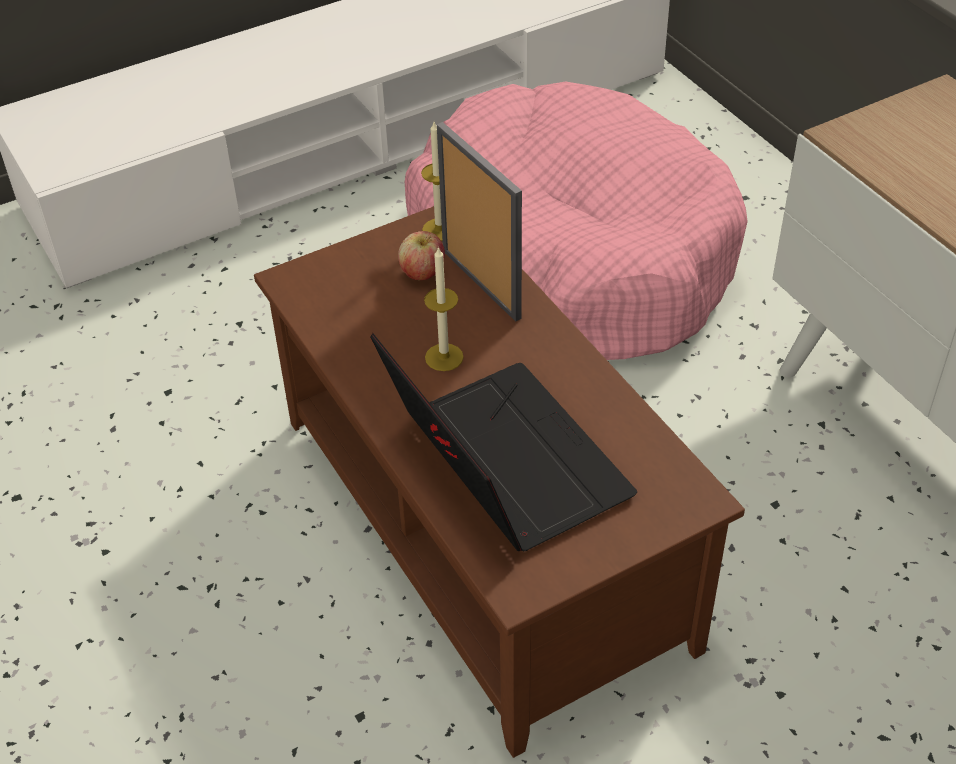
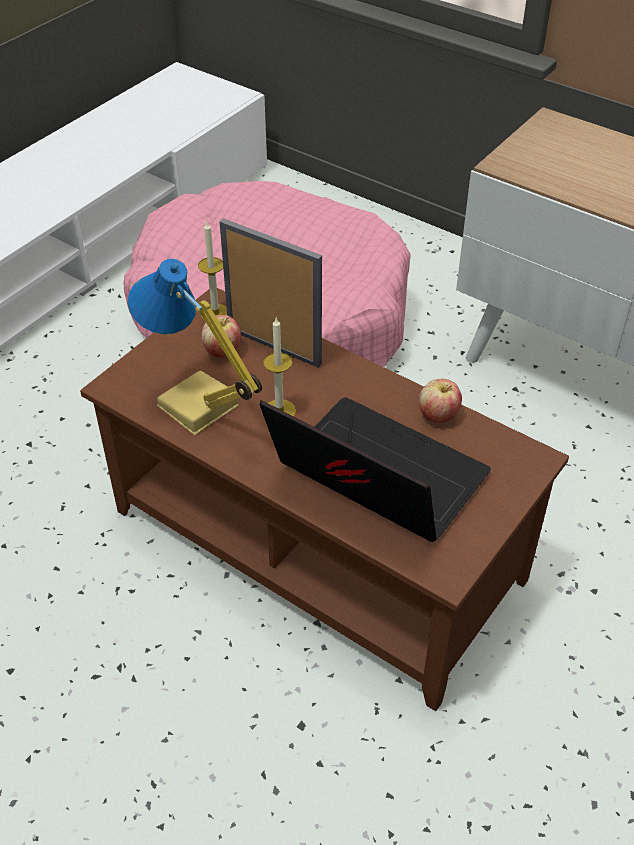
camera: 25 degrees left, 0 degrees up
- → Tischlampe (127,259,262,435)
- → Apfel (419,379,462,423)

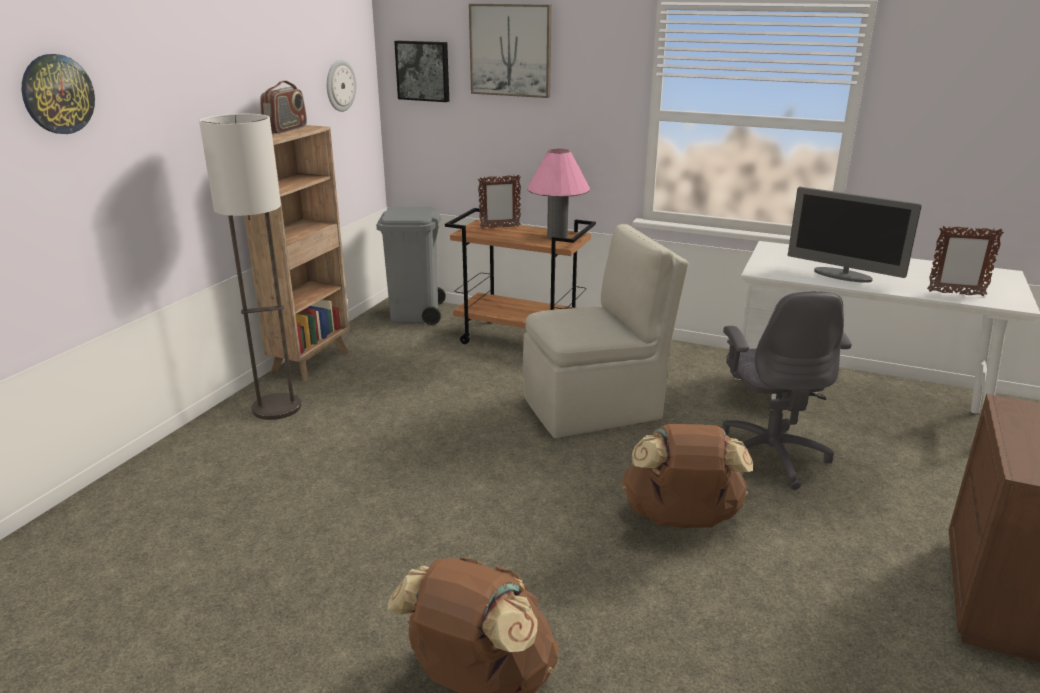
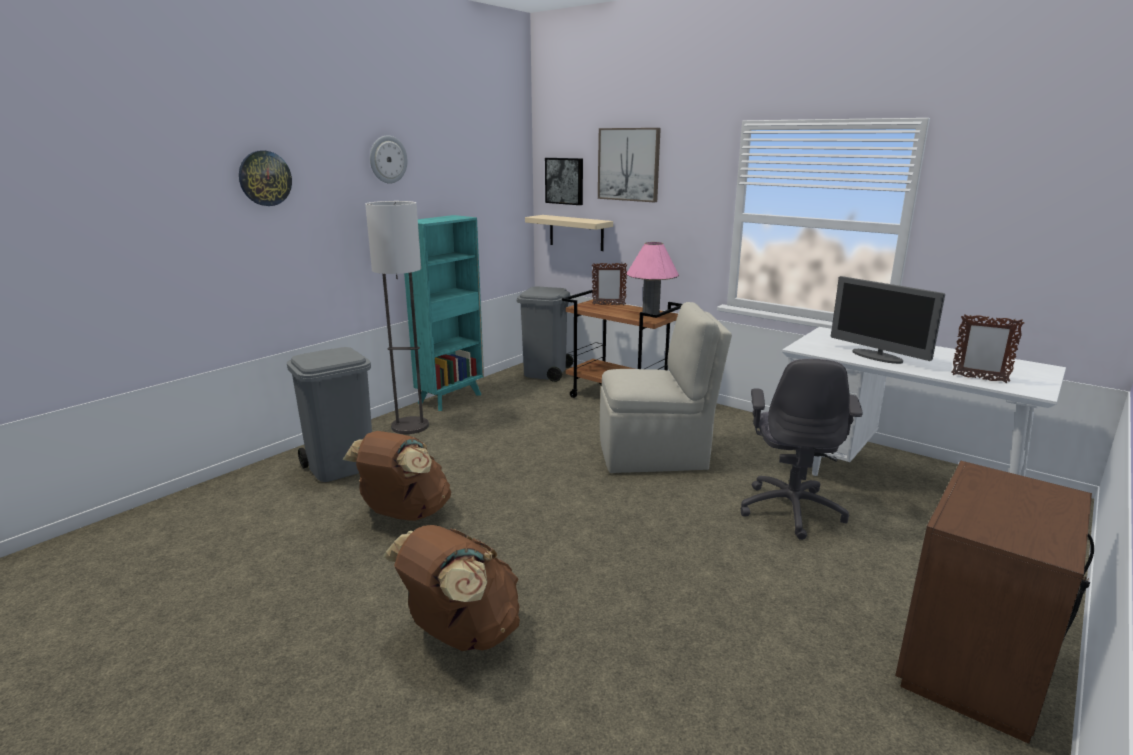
camera: 15 degrees right, 5 degrees down
Bücherregal (braun) (244,125,350,381) → Bücherregal (türkis) (404,215,484,411)
Radio (260,80,307,133) → -
Wanduhr (327,59,356,112) → Wanduhr (370,135,407,184), relocated
Rucksack (braun) (622,424,753,528) → Rucksack (braun) (342,431,451,521), relocated
- → Mülleimer (grau) (287,347,372,482)
- → Wandregal (beige) (525,215,613,251)

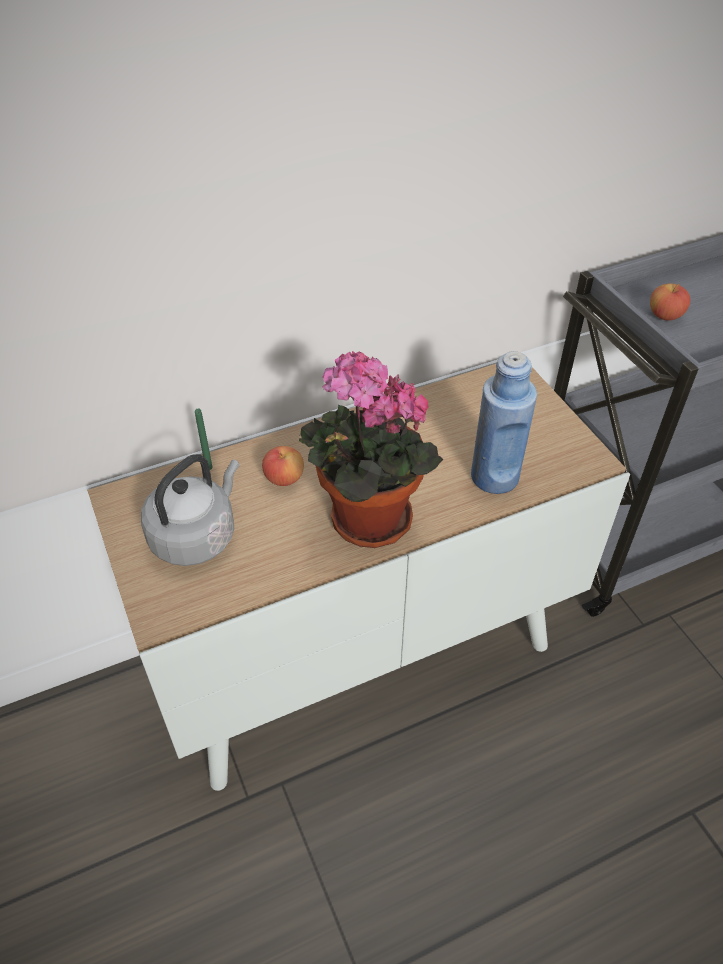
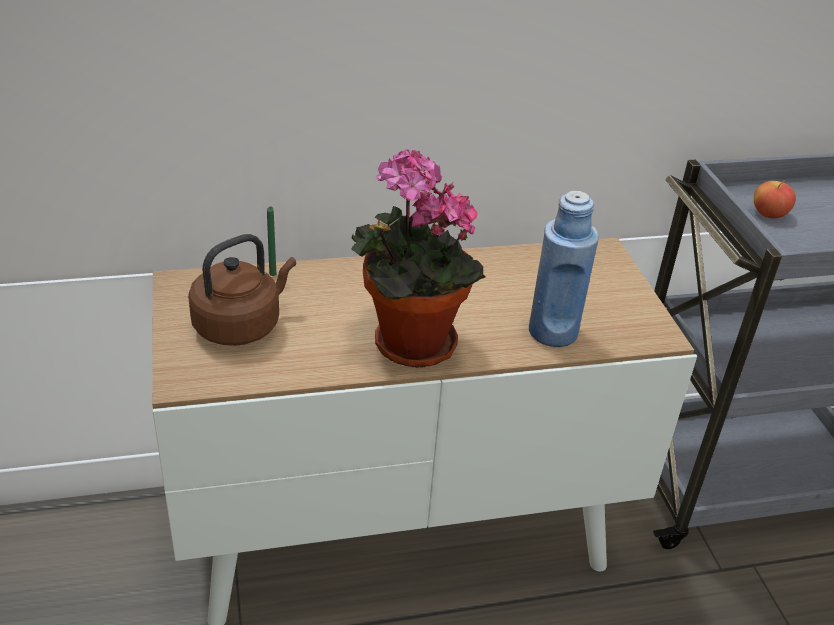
camera: 10 degrees right, 10 degrees down
Wasserkessel (grau) (141,454,240,566) → Wasserkessel (braun) (188,234,296,346)
Apfel (262,446,304,486) → -

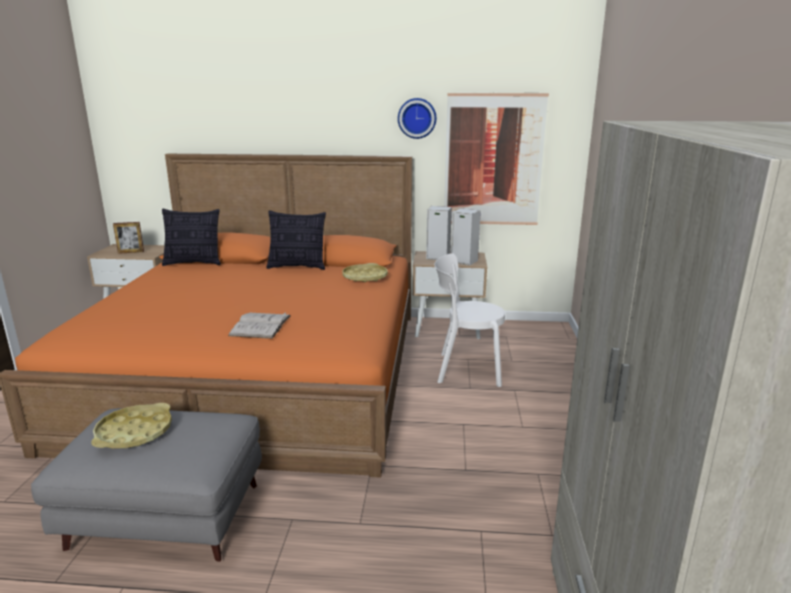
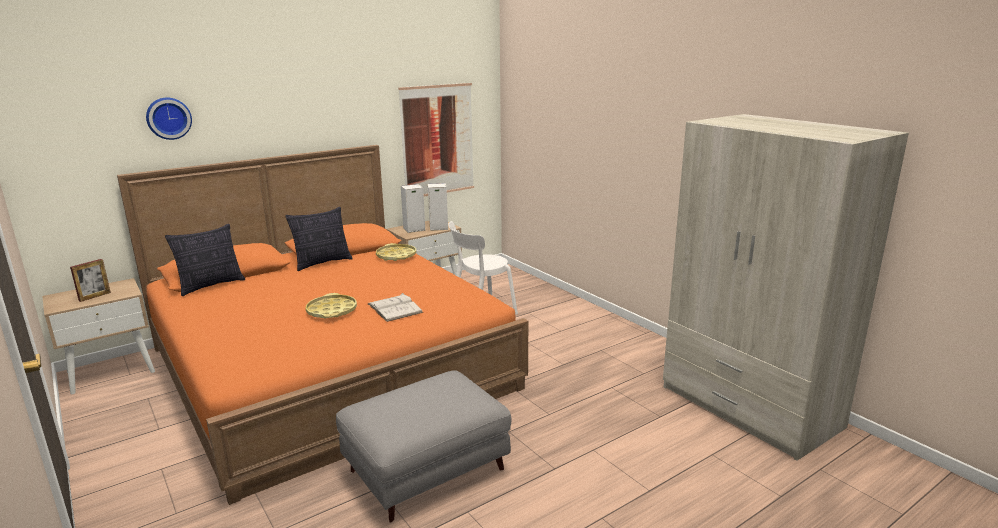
camera: 40 degrees left, 0 degrees up
Tablett (gelb) (91,403,172,449) → Tablett (gelb) (306,293,357,318), relocated
Wanduhr (398,98,436,139) → Wanduhr (146,97,192,140), relocated

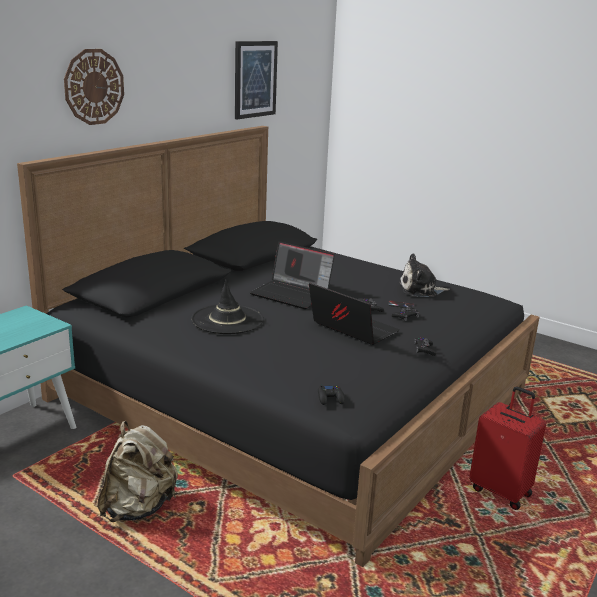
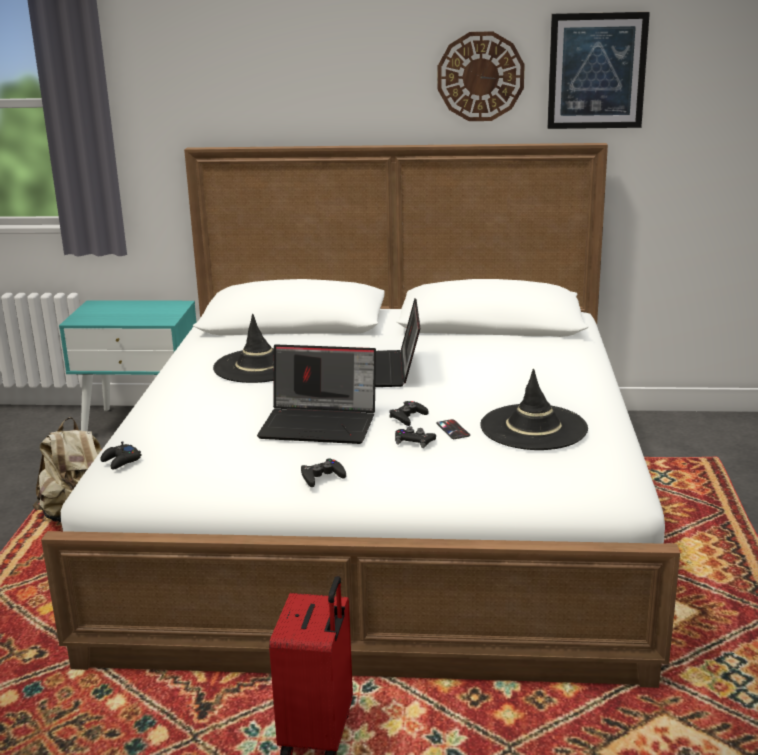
camera: 60 degrees right, 0 degrees up
Bett (schwarz) (17,126,540,567) → Bett (weiß) (41,143,680,688)
Wanduhr (64,49,124,125) → Wanduhr (438,31,525,121), relocated
Laptop (309,283,400,345) → Laptop (257,344,376,444), 90 degrees clockwise
Plüschtier (399,254,450,297) → Hut (schwarz) (480,369,588,450)

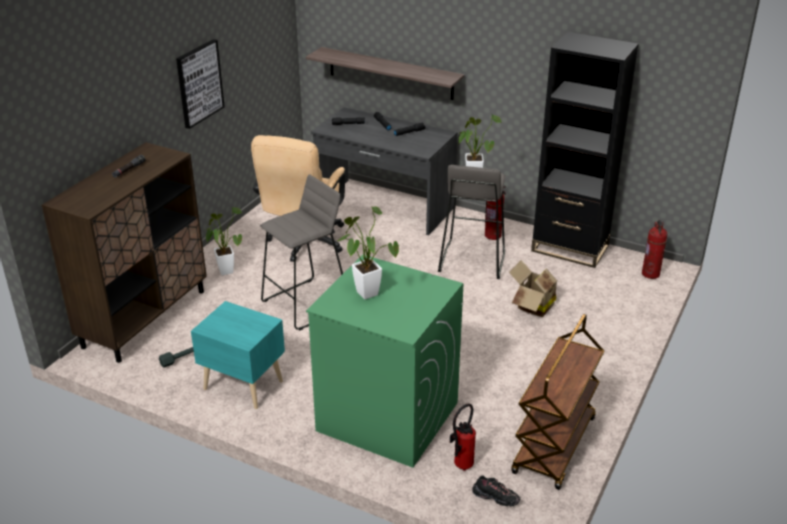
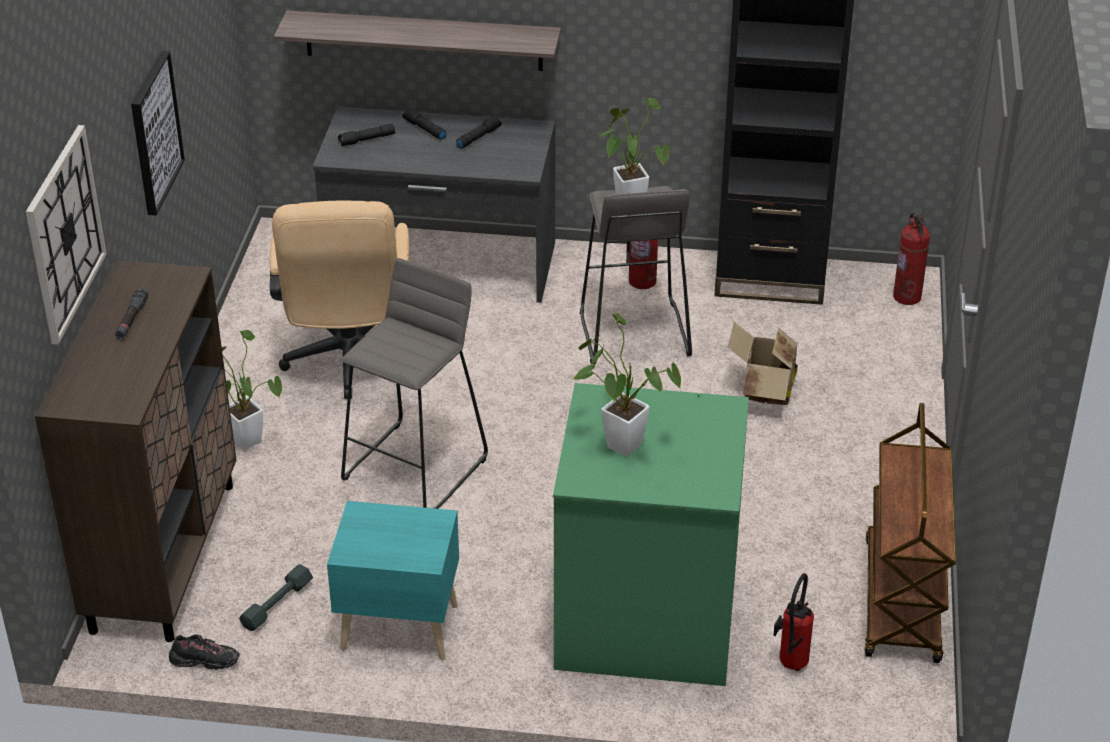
camera: 20 degrees left, 5 degrees up
Schuh (schwarz) (472,476,520,506) → Schuh (schwarz) (169,634,240,670), relocated
- → Wanduhr (26,125,107,345)

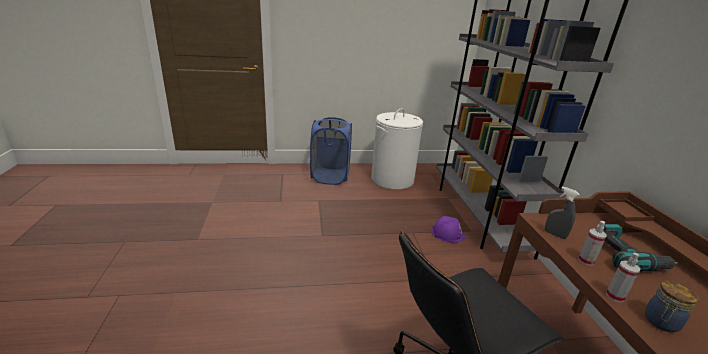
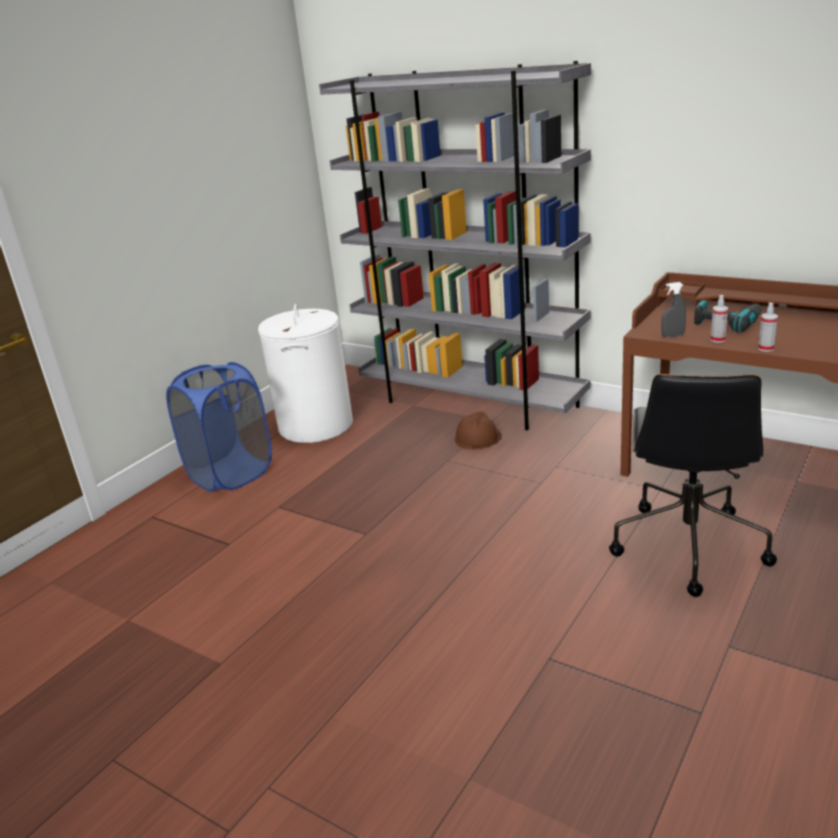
camera: 45 degrees left, 0 degrees up
Schutzhelm (lila) (432,216,465,243) → Schutzhelm (braun) (455,411,502,449)
Vorratsglas (645,281,699,332) → -

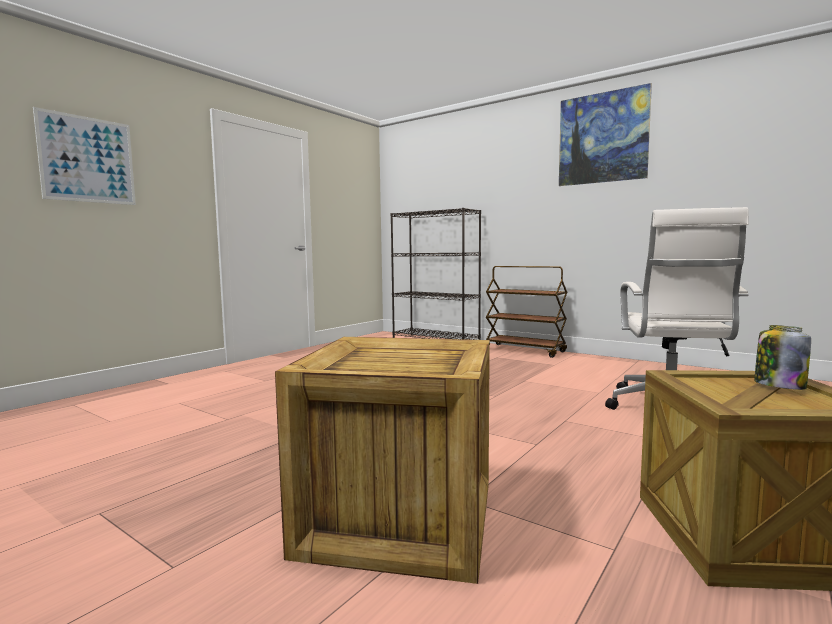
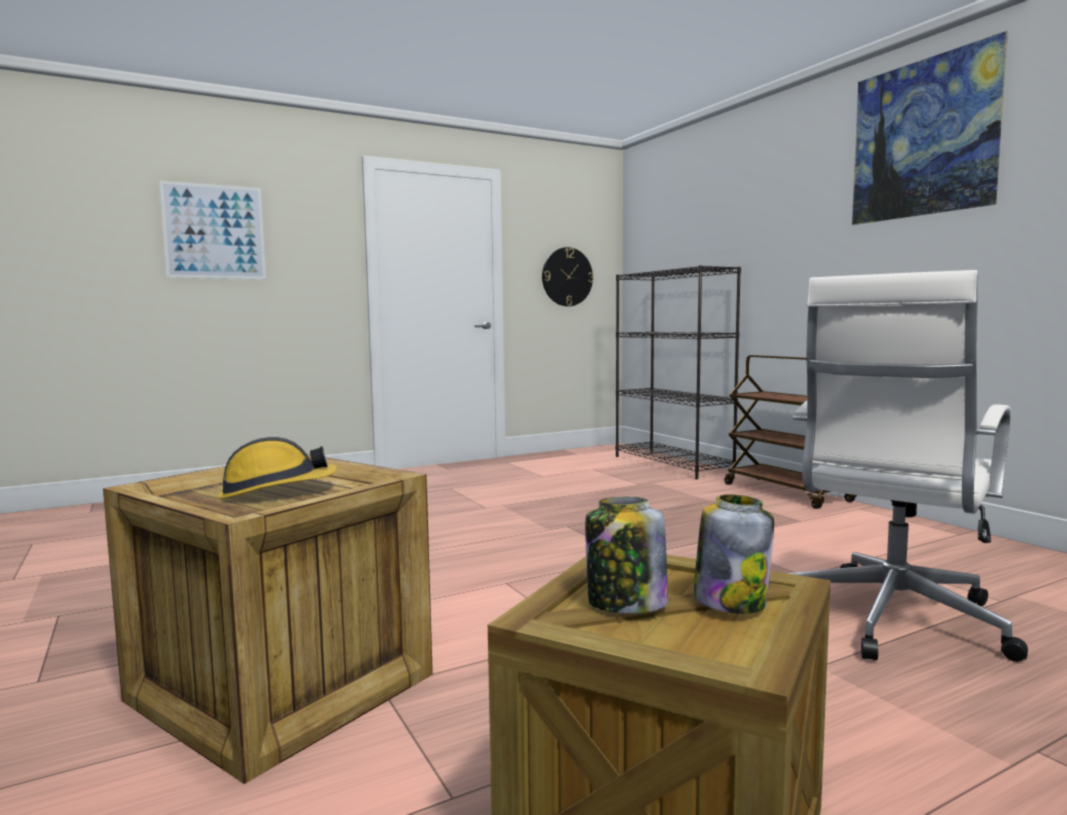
camera: 25 degrees right, 0 degrees up
- → Schutzhelm (218,437,337,499)
- → Wanduhr (542,247,594,306)
- → Vorratsglas (585,497,668,613)

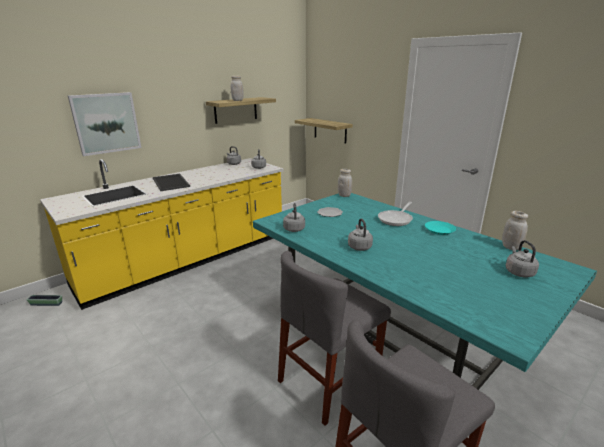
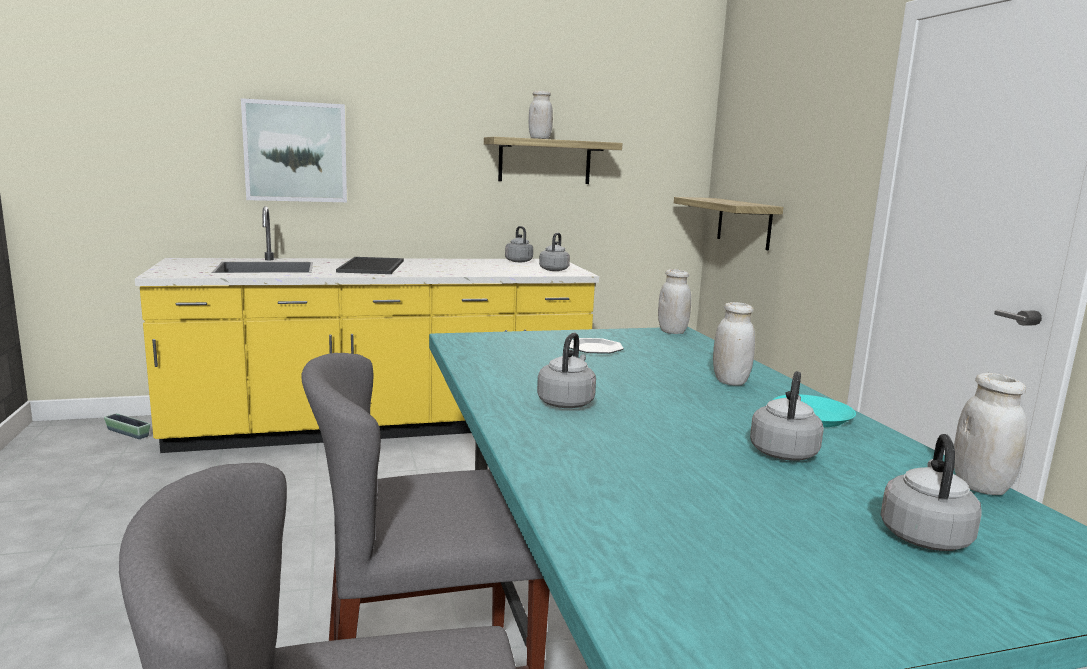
camera: 25 degrees right, 10 degrees down
Wasserkessel (grau) (283,203,305,232) → Wasserkessel (grau) (750,371,824,461), relocated
Pfanne (378,202,413,226) → Vorratsglas (weiß) (713,302,755,386)

